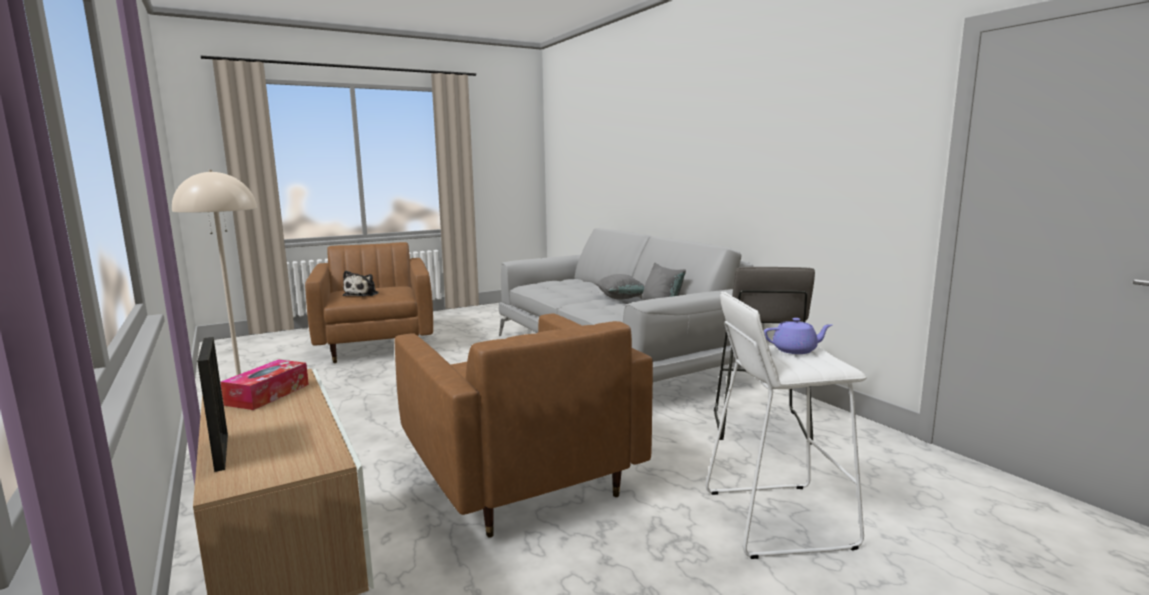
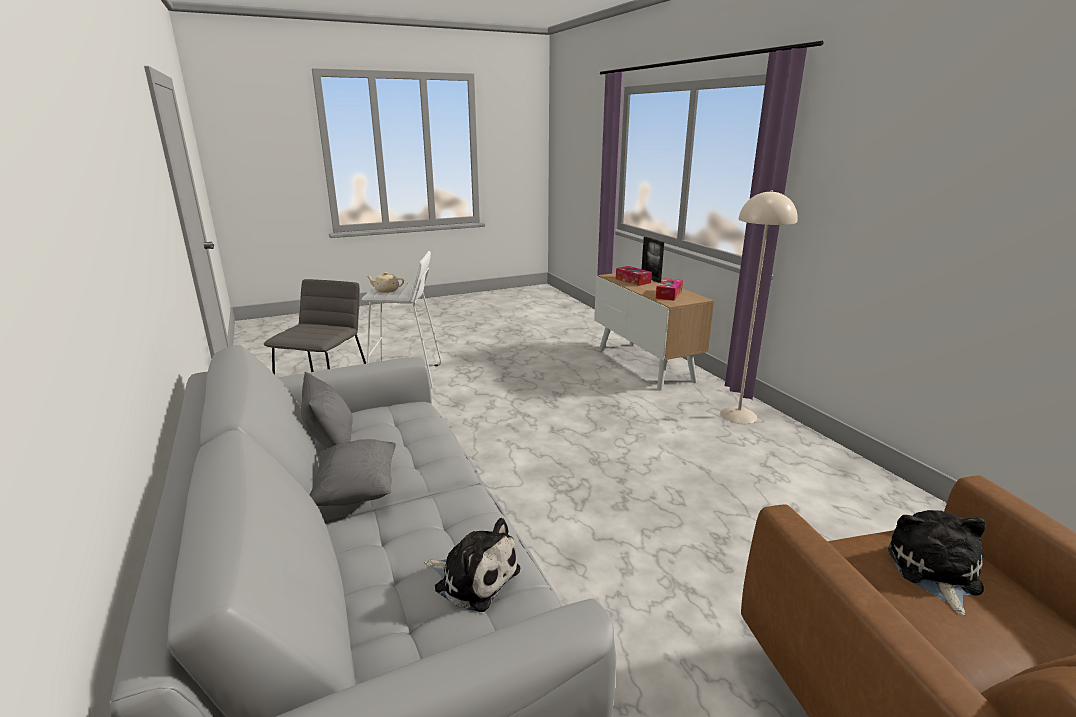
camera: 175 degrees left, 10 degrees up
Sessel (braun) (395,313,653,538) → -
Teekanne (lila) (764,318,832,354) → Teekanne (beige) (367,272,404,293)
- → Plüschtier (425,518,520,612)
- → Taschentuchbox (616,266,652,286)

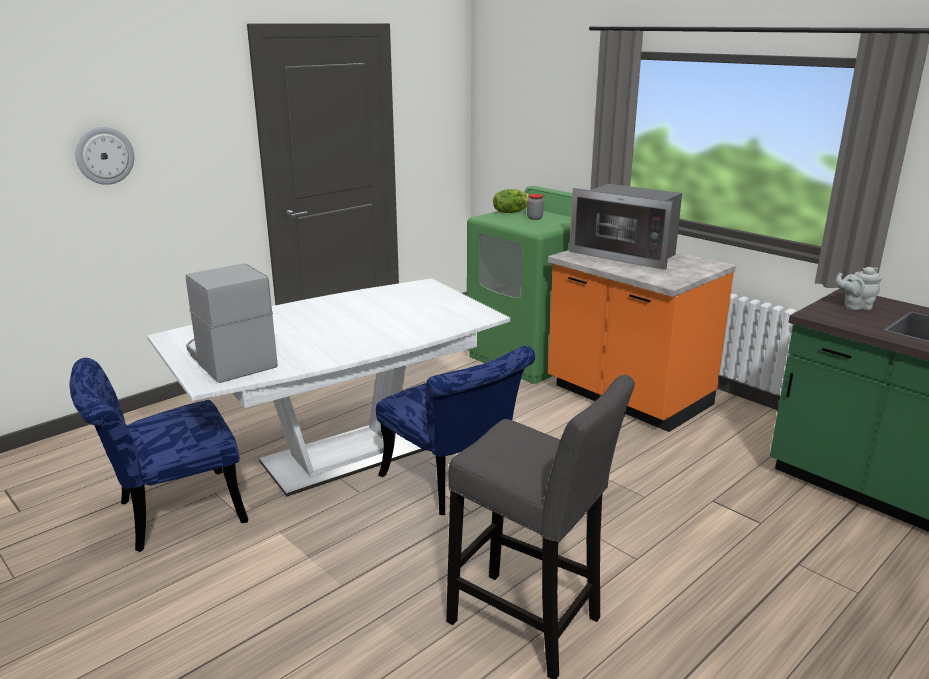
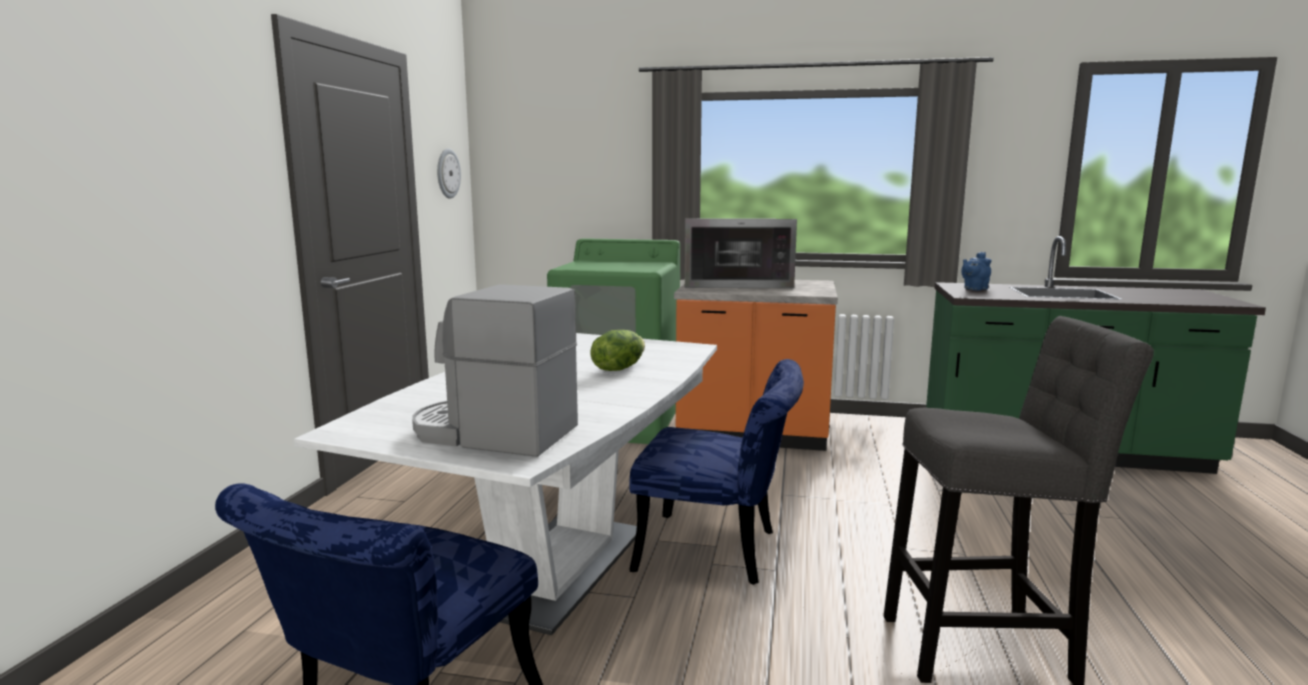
camera: 35 degrees left, 10 degrees down
Wanduhr (75,127,134,185) → Wanduhr (437,148,461,199), relocated
Salatkopf (493,189,529,213) → Salatkopf (591,330,645,371), relocated
Vorratsglas (527,194,544,220) → -
Teekanne (grau) (836,267,882,310) → Teekanne (blau) (961,252,992,291)

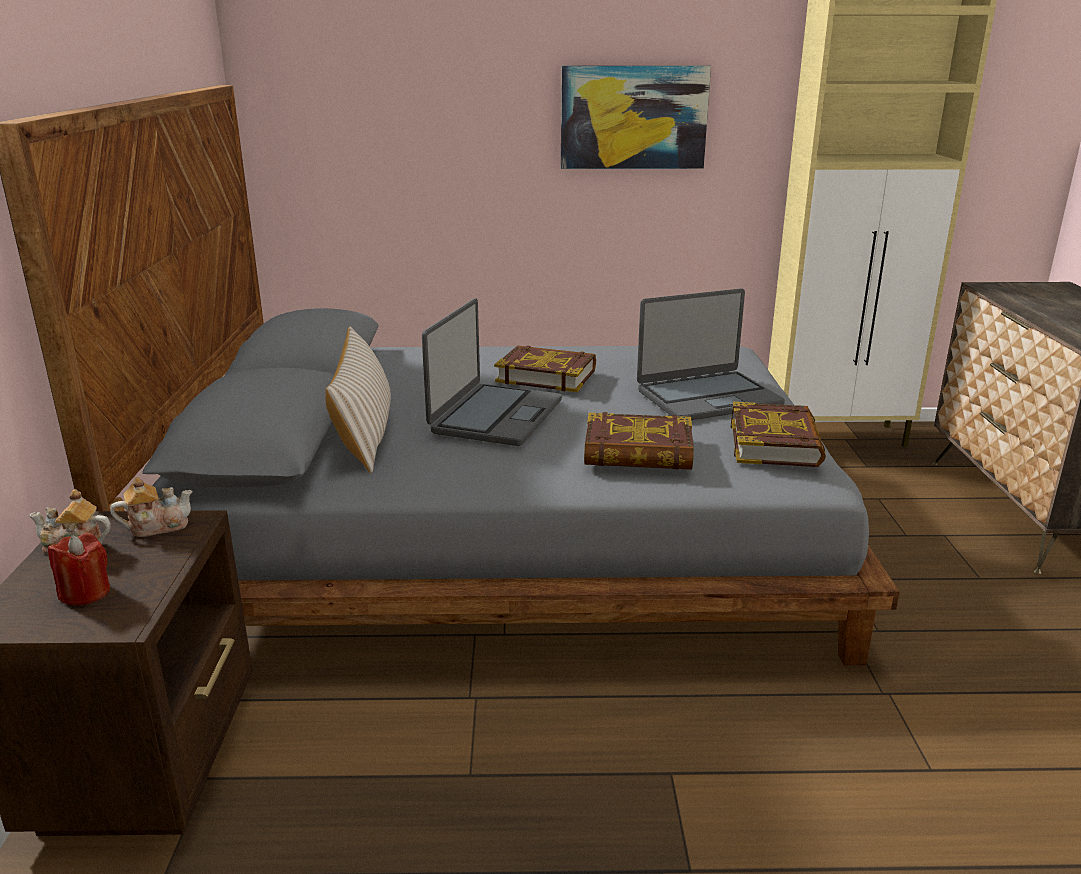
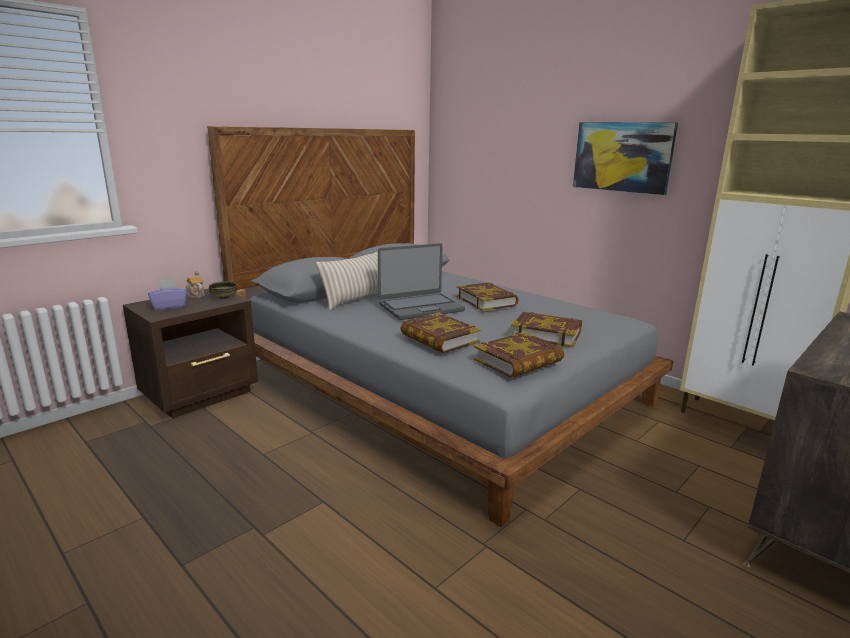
camera: 45 degrees right, 5 degrees down
Kerze (rot) (48,533,110,606) → Taschentuchbox (lila) (148,279,187,310)
Teekanne (110,477,193,537) → Schüssel (209,281,237,299)
Laptop (637,288,785,420) → Buch (511,312,582,347)

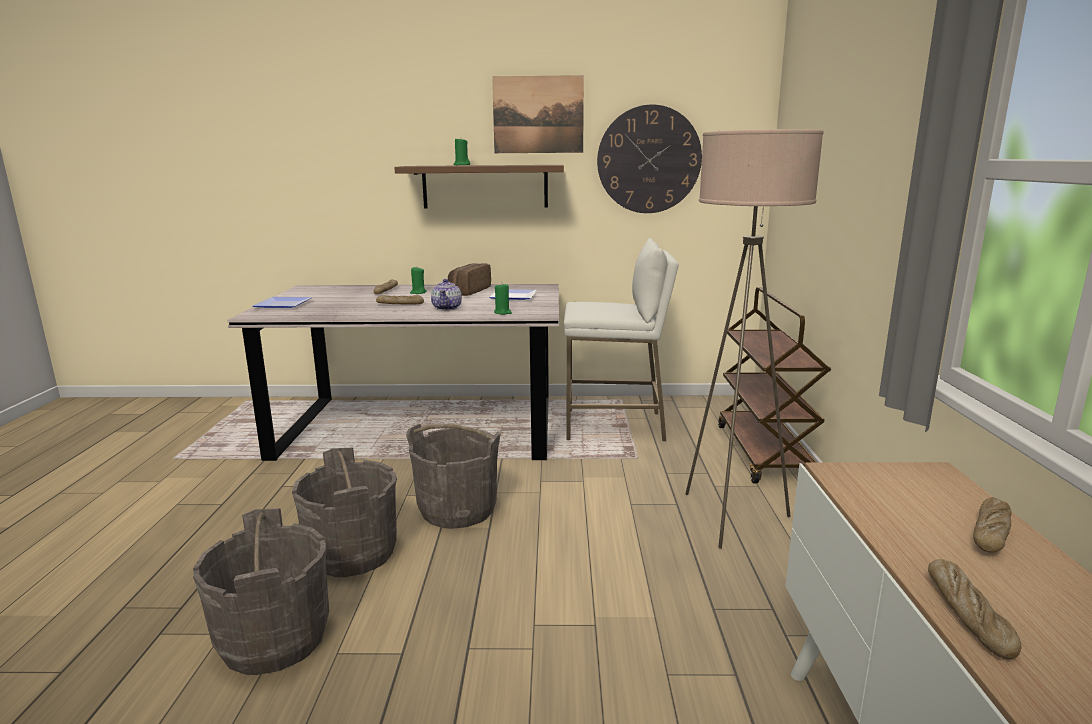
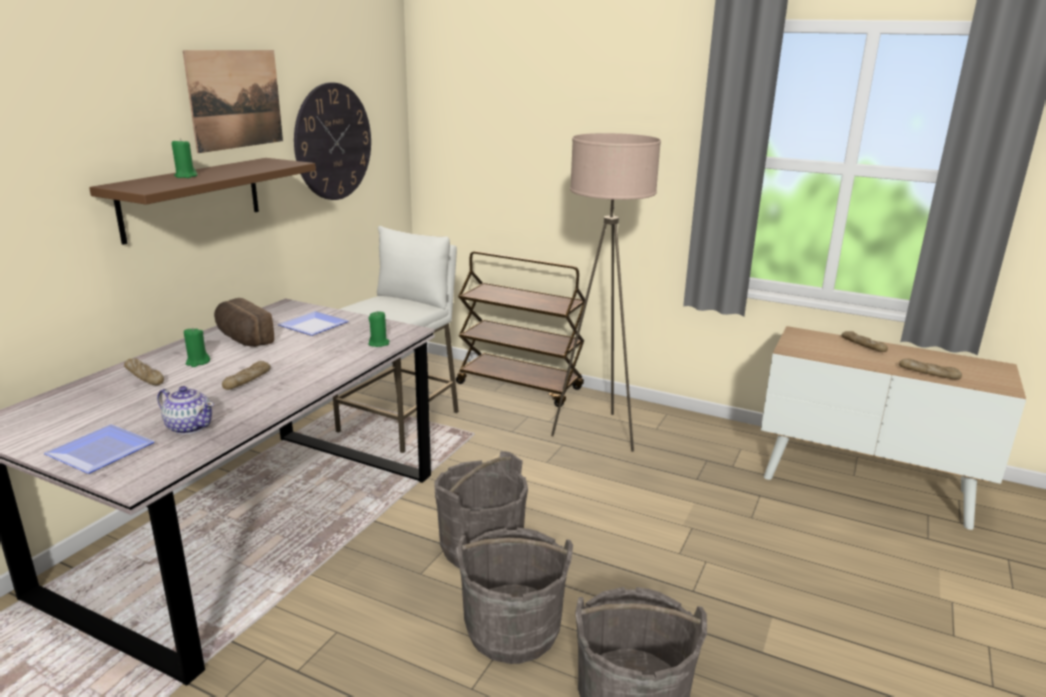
camera: 65 degrees left, 5 degrees up
Teekanne (431,279,462,311) → Teekanne (157,386,214,434), relocated

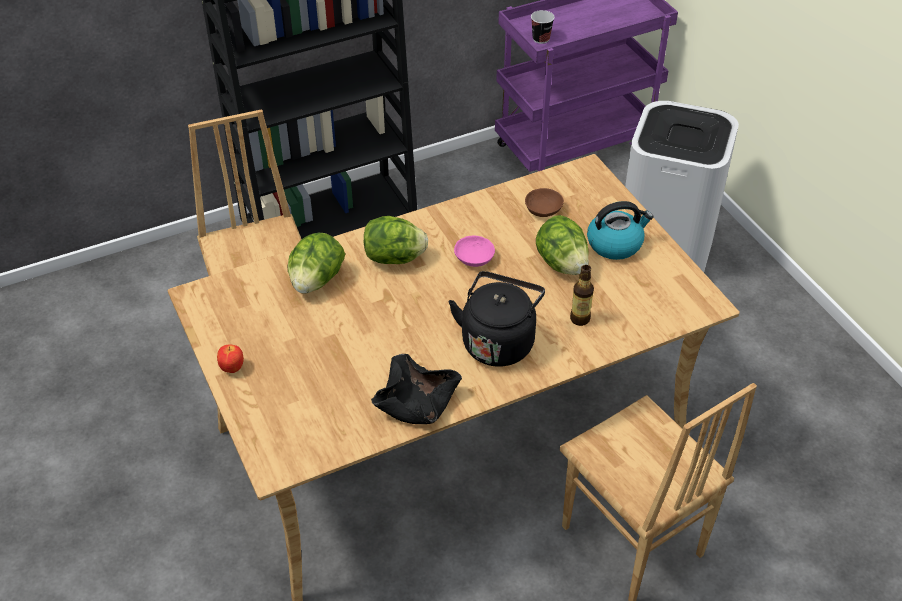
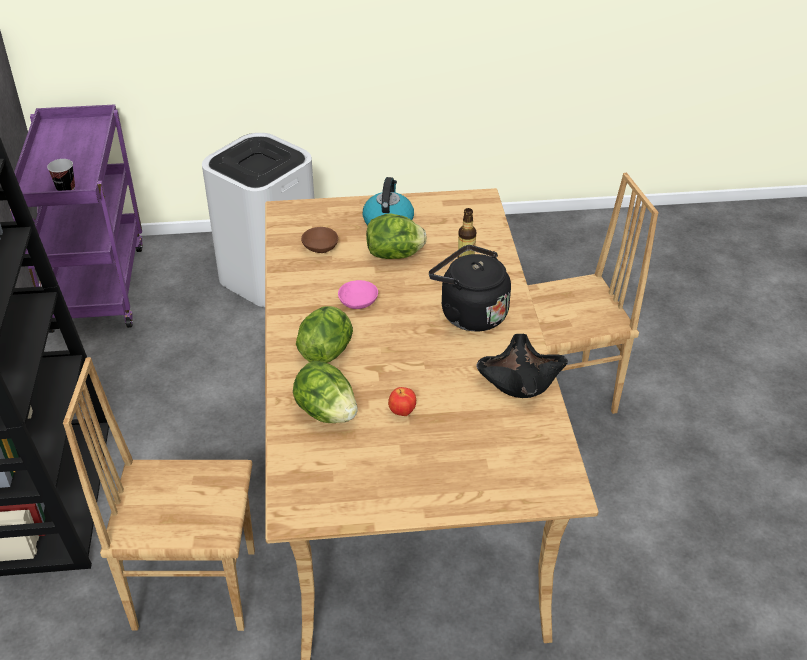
camera: 70 degrees left, 5 degrees down
Apfel (217,345,244,373) → Apfel (388,387,416,416), relocated

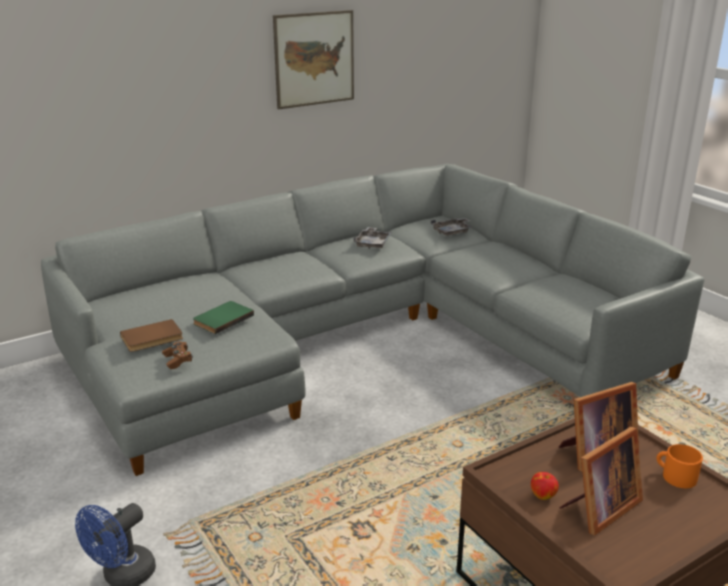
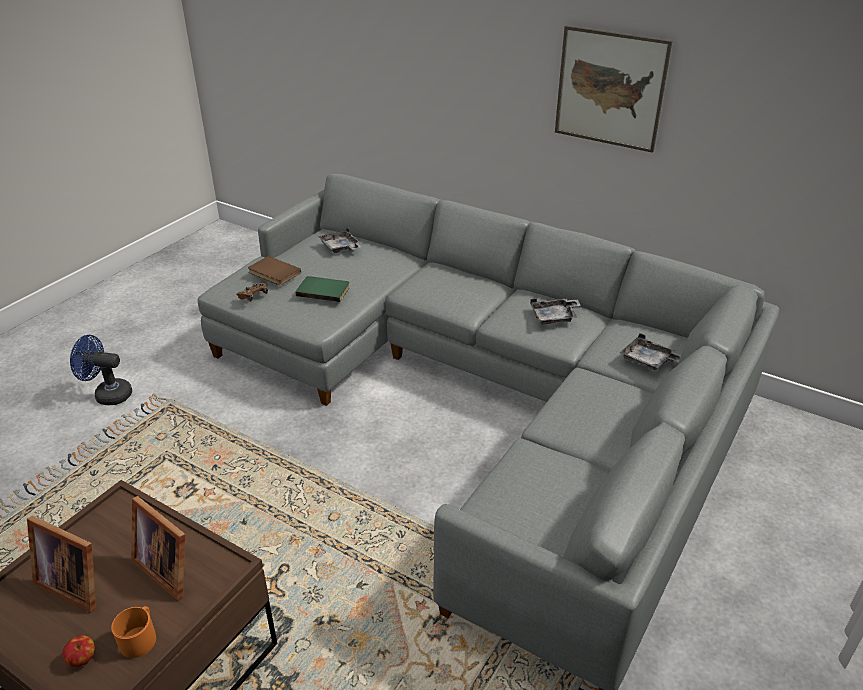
camera: 65 degrees right, 10 degrees up
Apfel (531,472,559,500) → Apfel (62,635,95,667), relocated
- → Tablett (grau) (318,228,361,253)

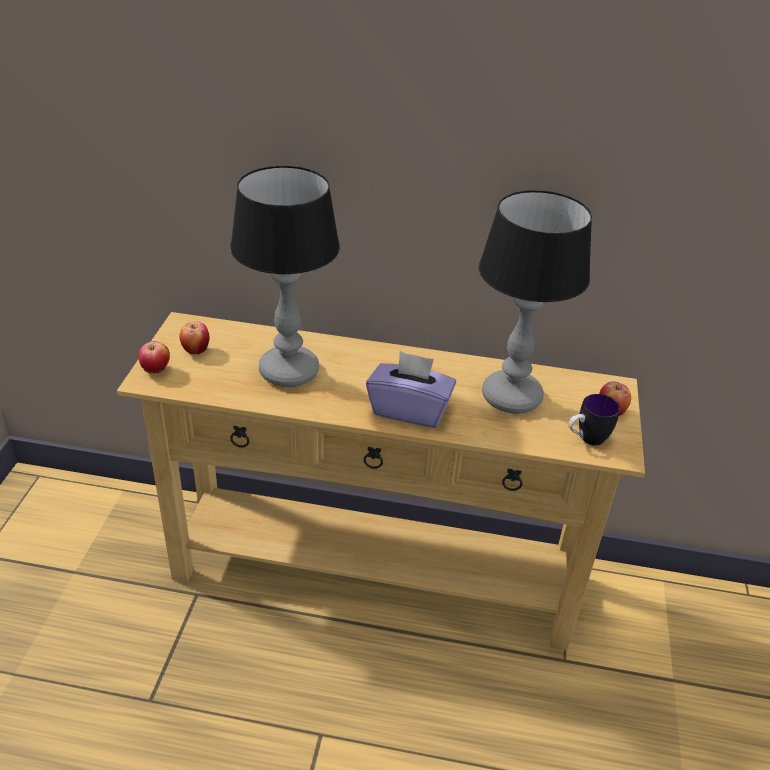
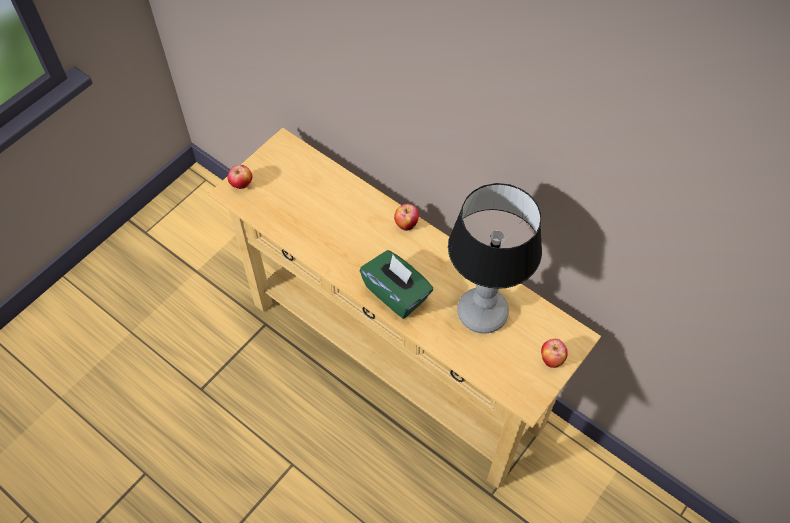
camera: 30 degrees right, 20 degrees up
Apfel (179,322,209,354) → Apfel (394,204,419,231), relocated
Tischlampe (230,166,340,387) → -
Taschentuchbox (lila) (366,351,456,428) → Taschentuchbox (grün) (360,250,433,319)
Henkelbecher (568,394,620,446) → -

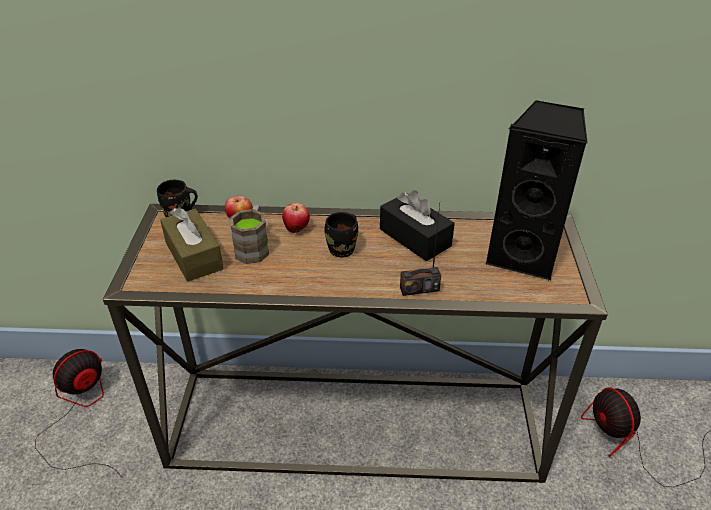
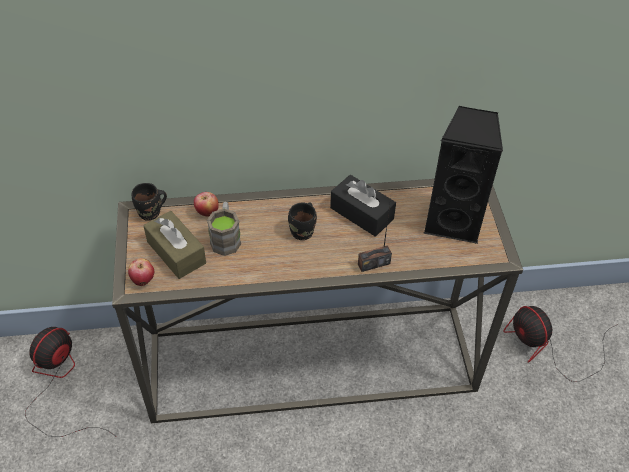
camera: 10 degrees left, 10 degrees up
Apfel (282,203,310,233) → Apfel (128,258,154,286), relocated

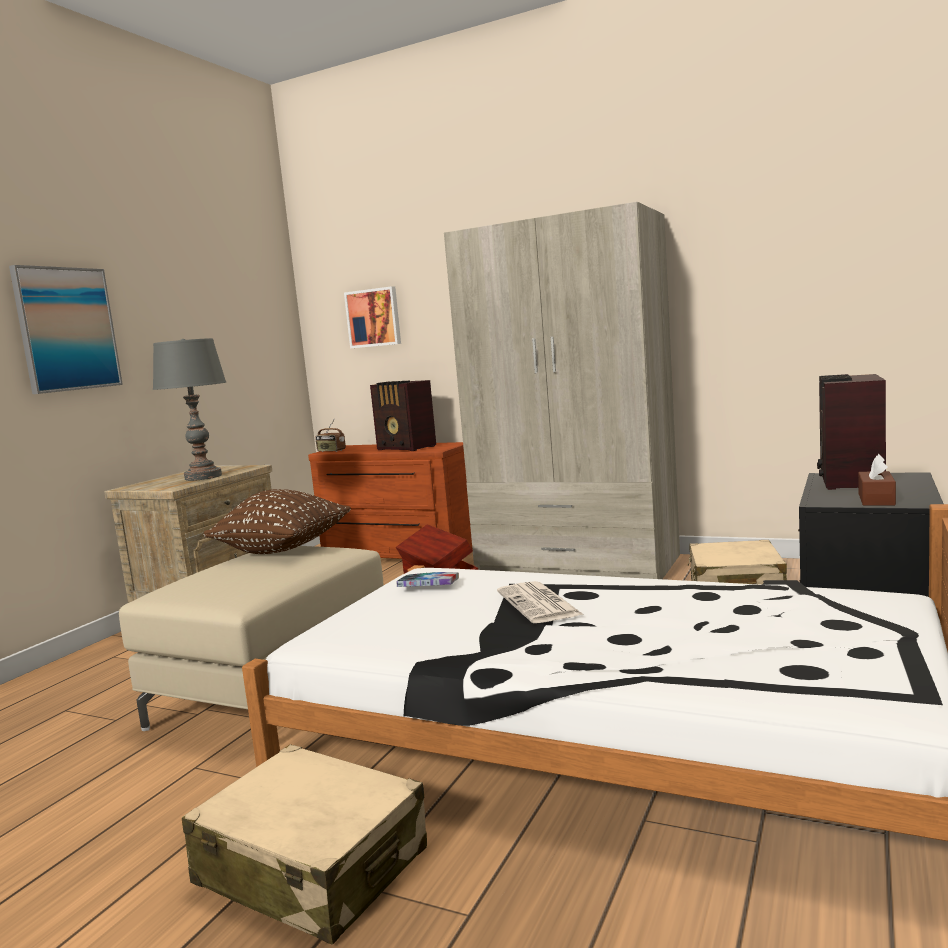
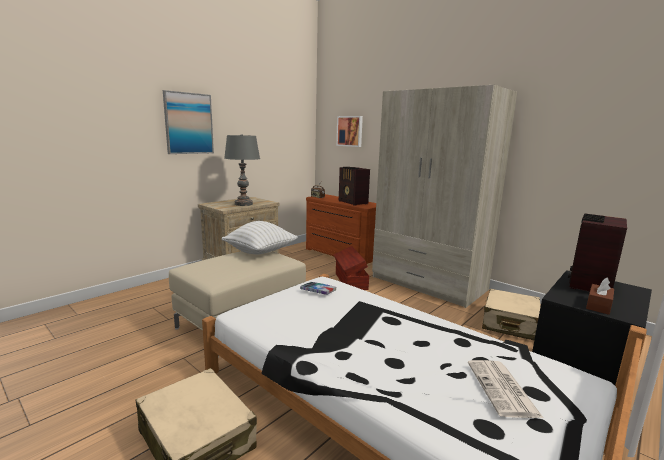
camera: 15 degrees right, 5 degrees up
Kissen (braun) (204,489,351,554) → Kissen (weiß) (222,221,298,254)
Zeitung (497,581,584,623) → Zeitung (468,360,543,418), relocated

